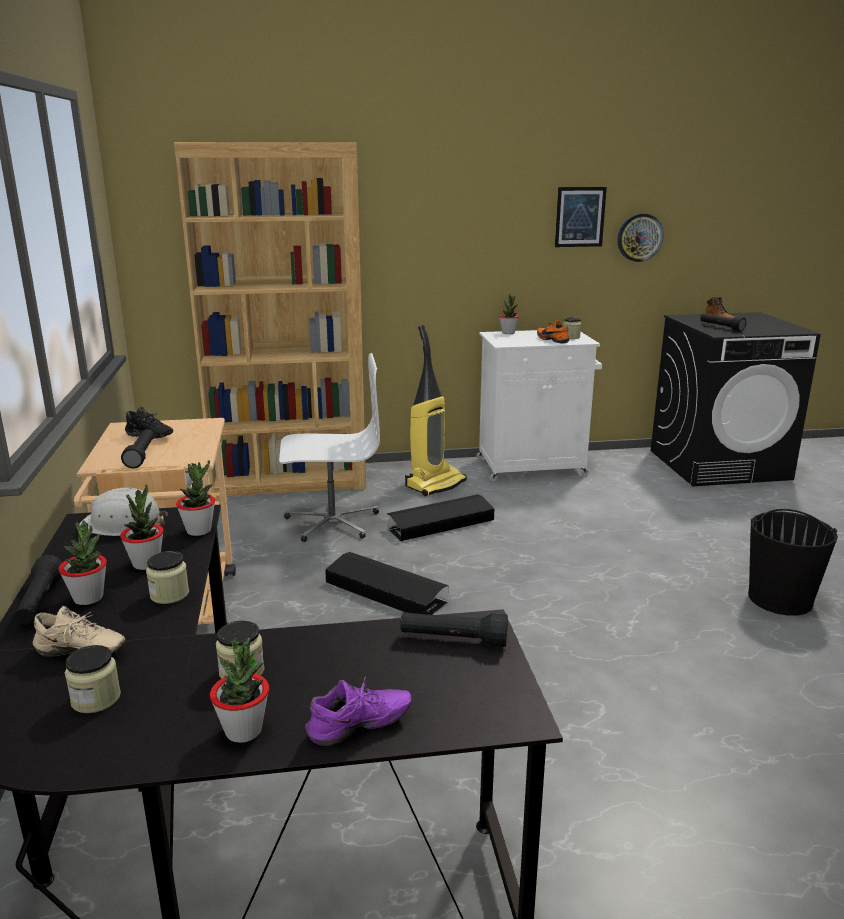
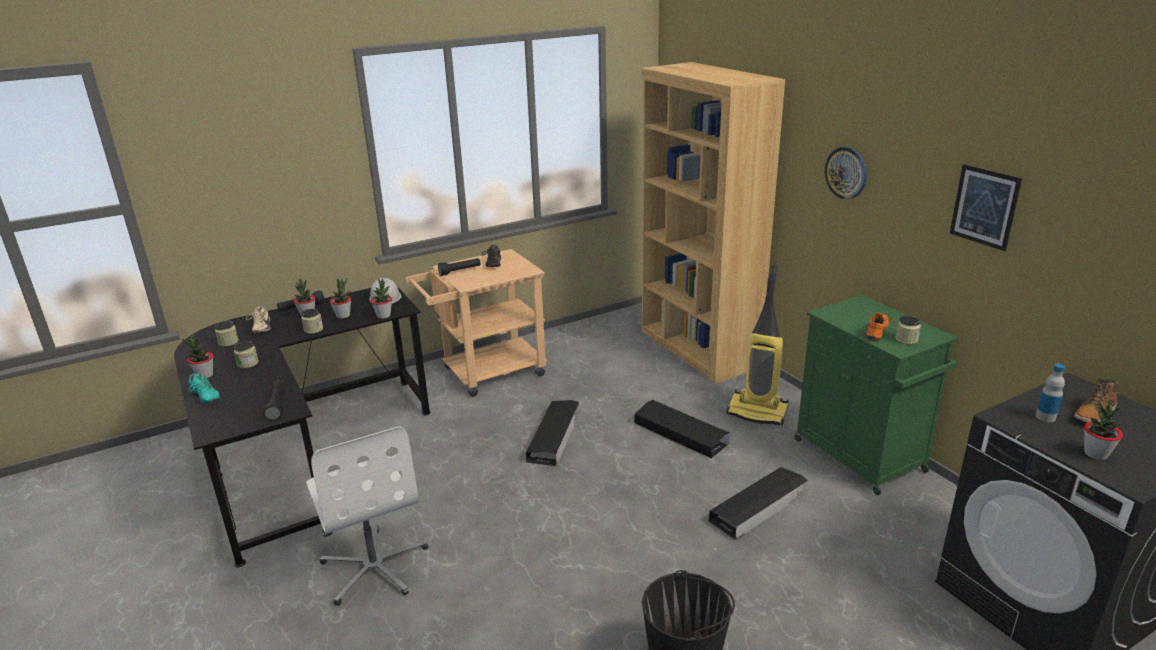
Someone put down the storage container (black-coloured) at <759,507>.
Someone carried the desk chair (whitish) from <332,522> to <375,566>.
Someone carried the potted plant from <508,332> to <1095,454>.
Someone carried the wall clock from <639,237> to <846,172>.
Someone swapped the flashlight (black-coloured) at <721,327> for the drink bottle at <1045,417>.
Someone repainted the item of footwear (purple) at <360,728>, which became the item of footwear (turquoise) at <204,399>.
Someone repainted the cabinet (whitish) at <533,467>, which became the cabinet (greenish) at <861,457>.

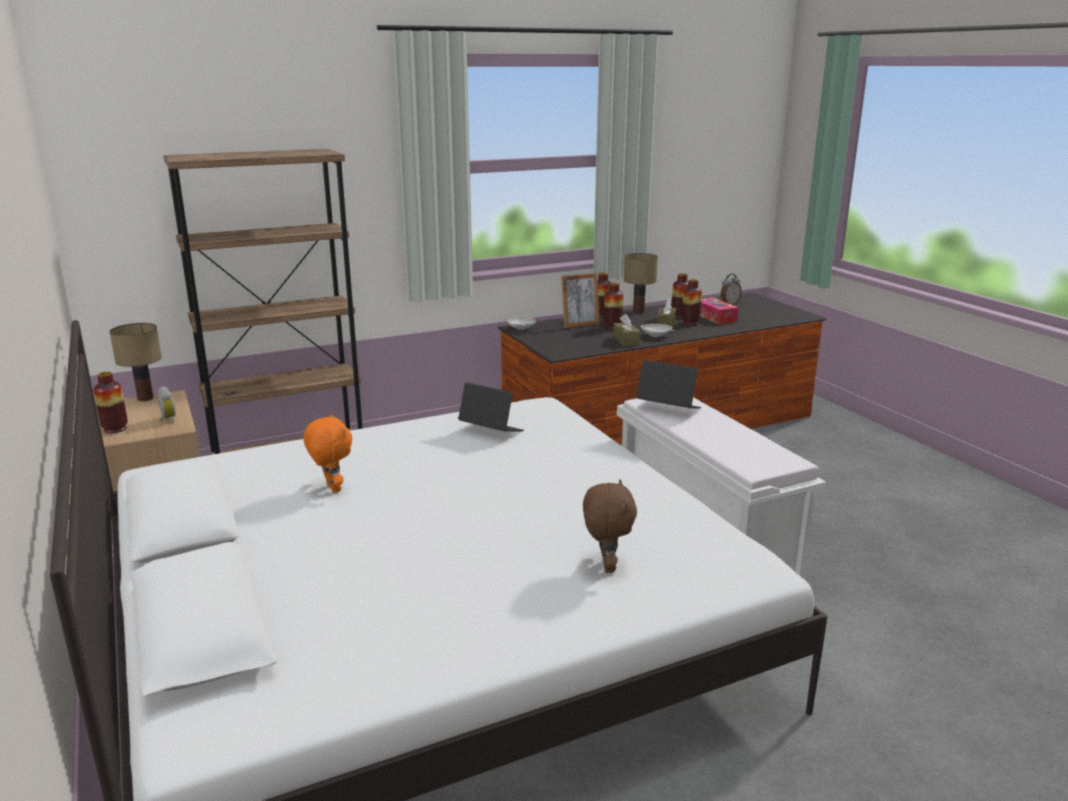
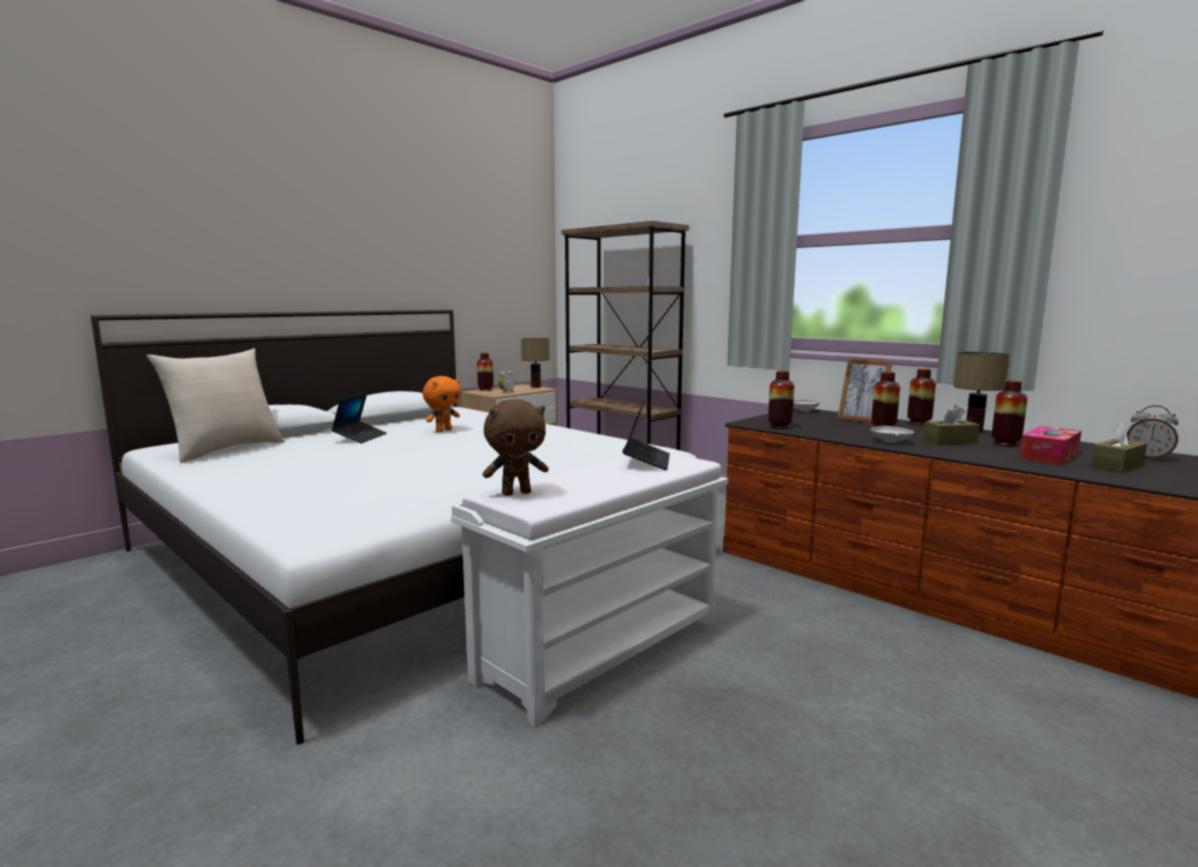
Someone put down the throw pillow (beige-coloured) at <225,450>.
Someone carried the laptop from <491,431> to <360,437>.
Someone carried the soft toy (brownish) from <606,566> to <516,493>.
Someone carried the tissue box (brownish) from <626,340> to <1117,465>.
Someone carried the vase from <690,323> to <779,426>.

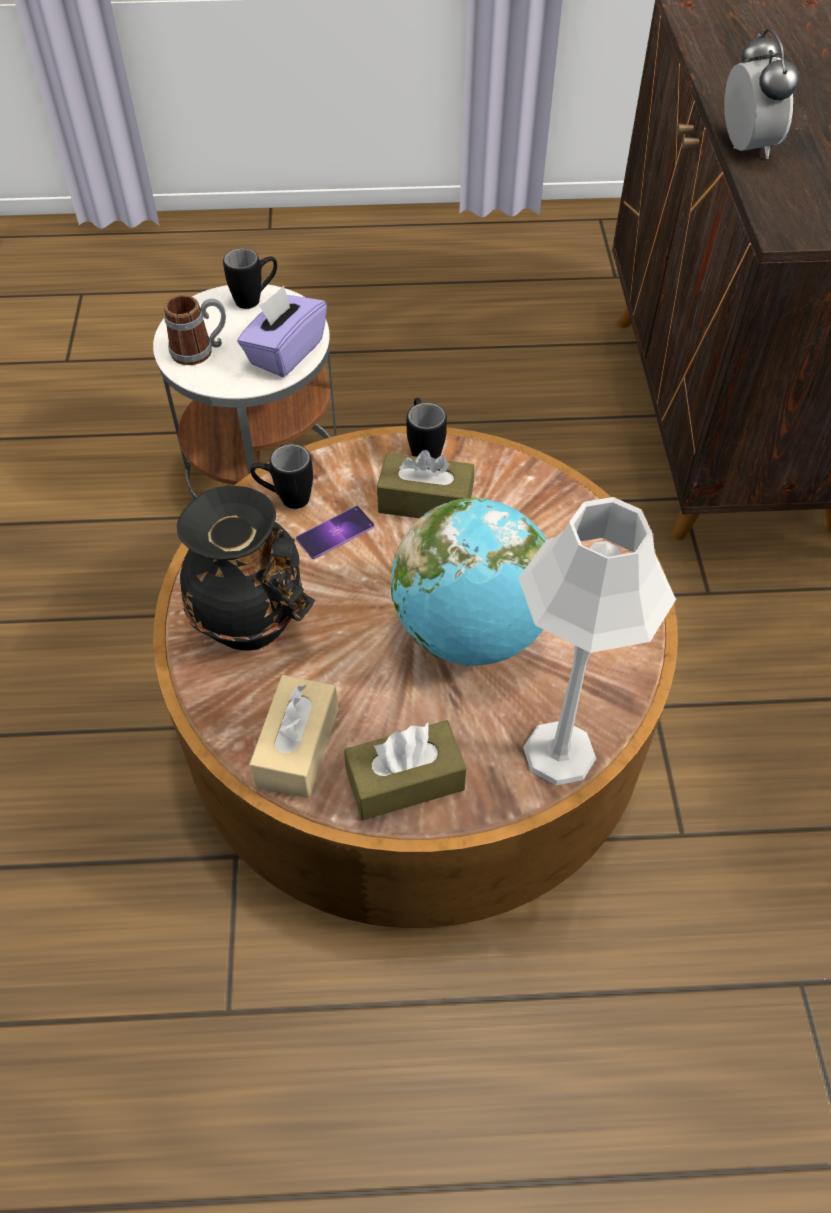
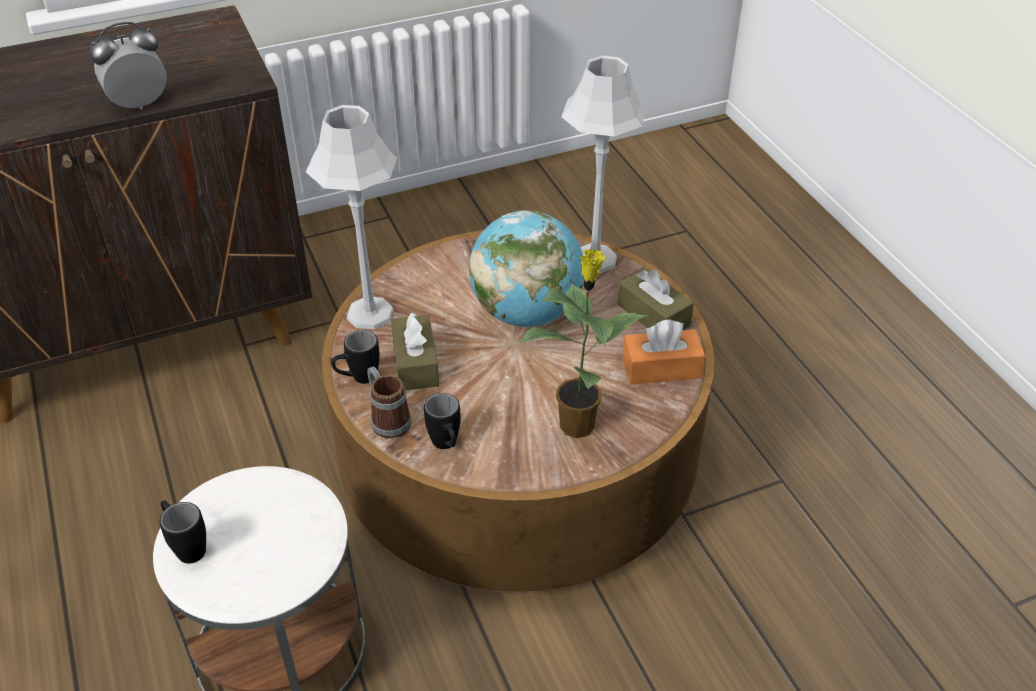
Someone took away the tissue box (purple) at <285,352>.
Someone took away the handset at <335,532>.
Someone put down the lamp for a table (greyish) at <370,313>.
Someone carried the coffee mug from <200,350> to <387,418>.
Someone swapped the vase (black-coloured) at <253,622> for the potted plant at <578,423>.
Someone repainted the tissue box (beige-coloured) at <297,747>, which became the tissue box (orange-coloured) at <661,368>.

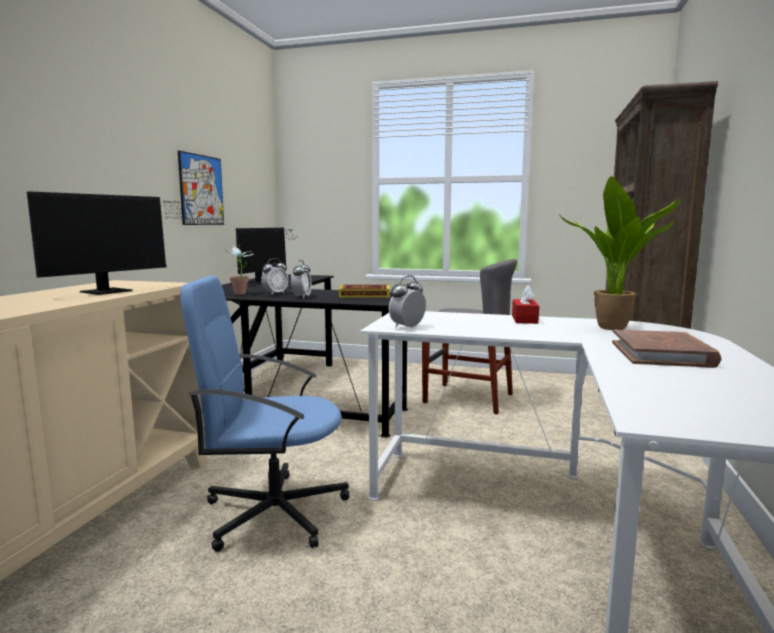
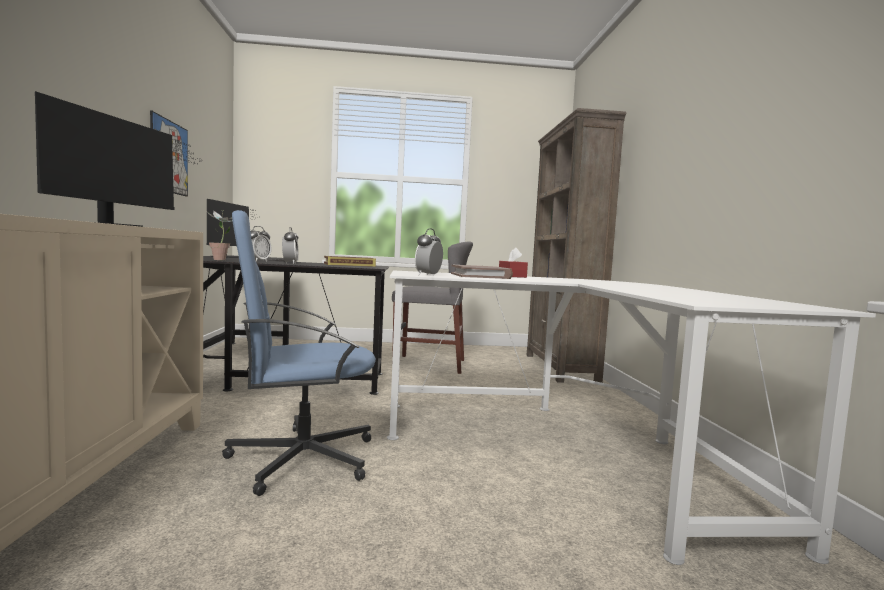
Someone took away the potted plant at <616,329>.
Someone carried the book (brownish) from <661,354> to <480,276>.

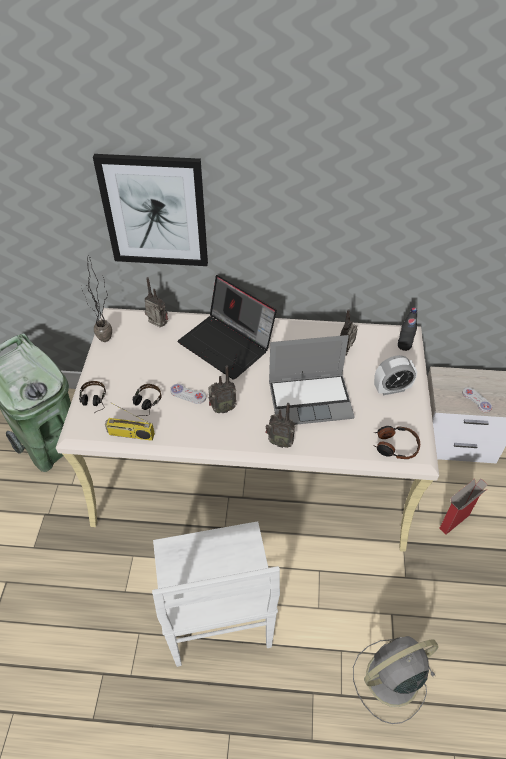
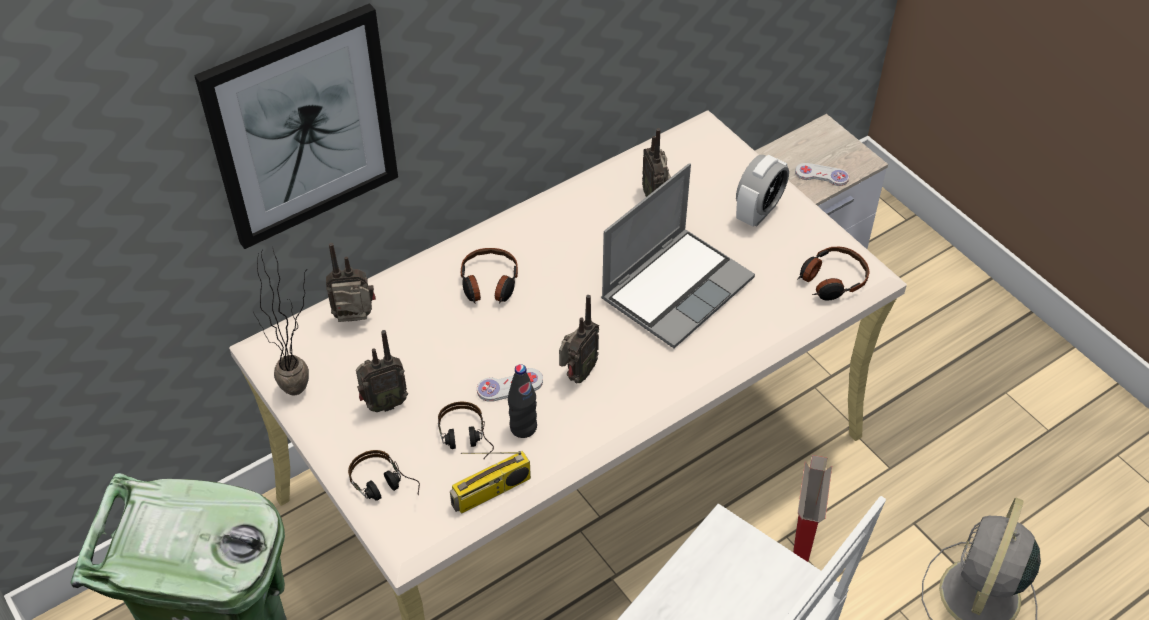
Someone carried the radio from <279,442> to <383,404>.
Someone carried the drink bottle (black-coloured) from <404,346> to <523,427>.
Someone carried the packing box from <454,521> to <802,541>.
Someone swapped the laptop at <228,344> for the headset at <489,284>.

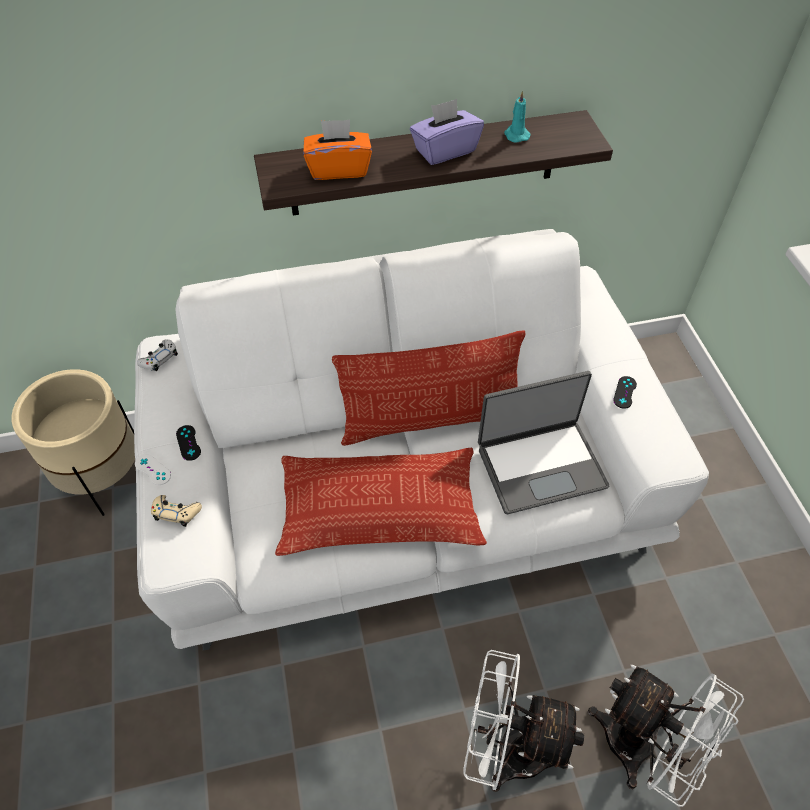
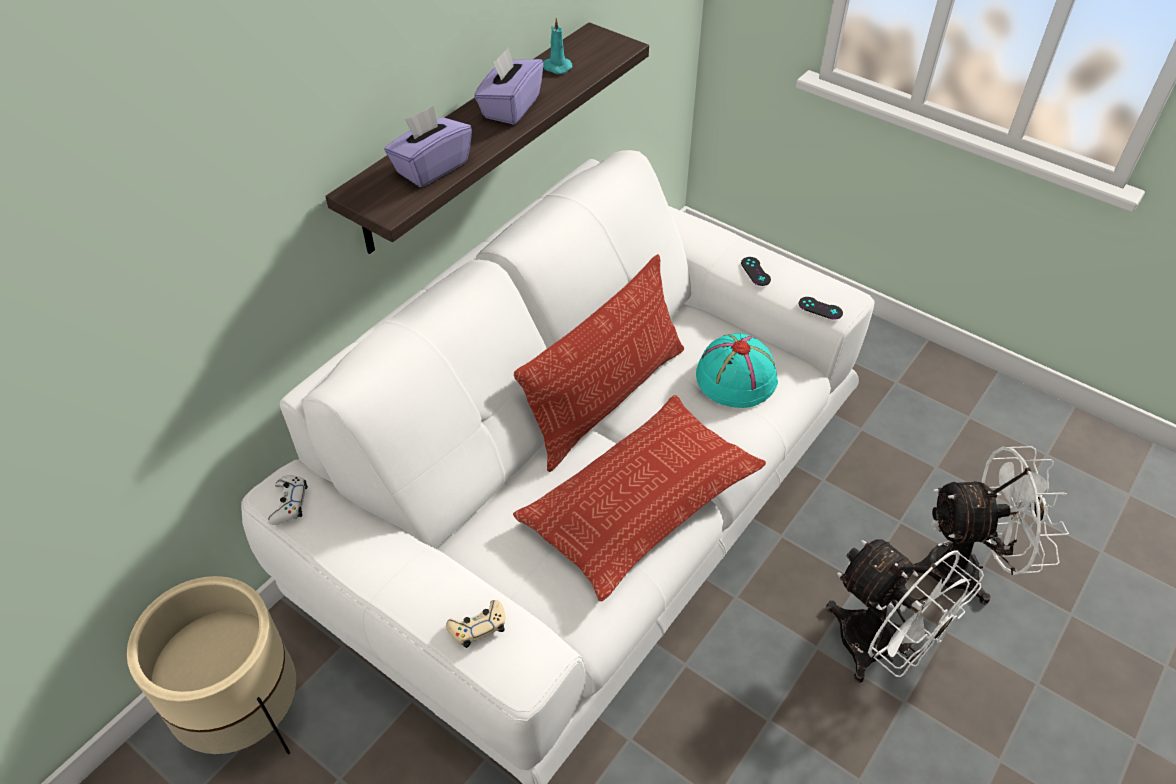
Someone took away the joypad (whitish) at <153,469>.
Someone carried the joypad (black-coloured) from <188,443> to <820,308>.
Someone swapped the laptop at <540,465> for the hat (turquoise) at <735,377>.
Someone repainted the tissue box (orange-coloured) at <339,169>, which became the tissue box (purple) at <431,167>.
Someone rotated the cooling fan (whitish) at <507,749> by 105 degrees counterclockwise.

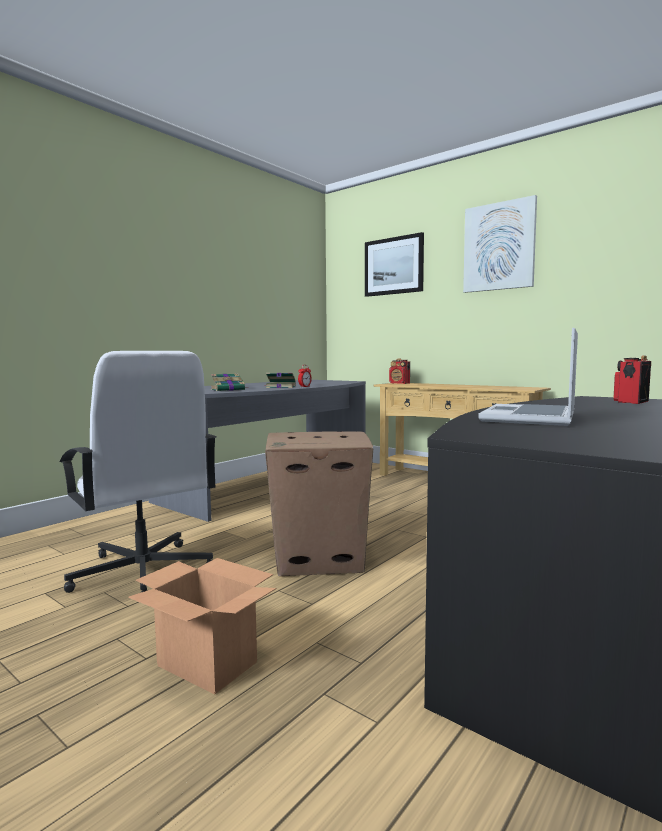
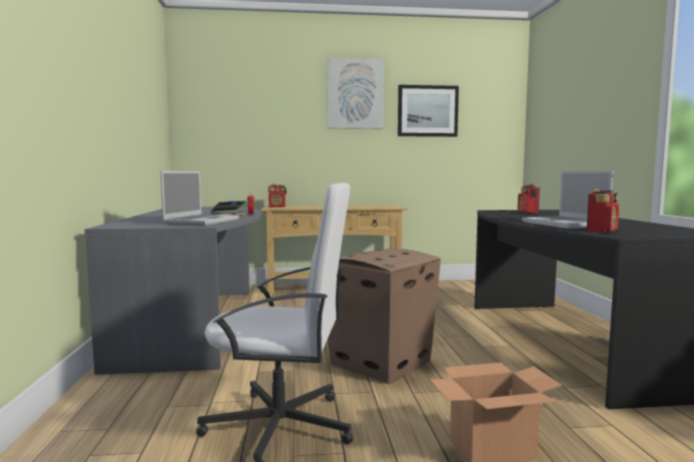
Someone put down the radio at <602,231>.
Someone carried the wall art from <394,266> to <427,111>.
Someone swapped the book at <228,389> for the laptop at <201,221>.

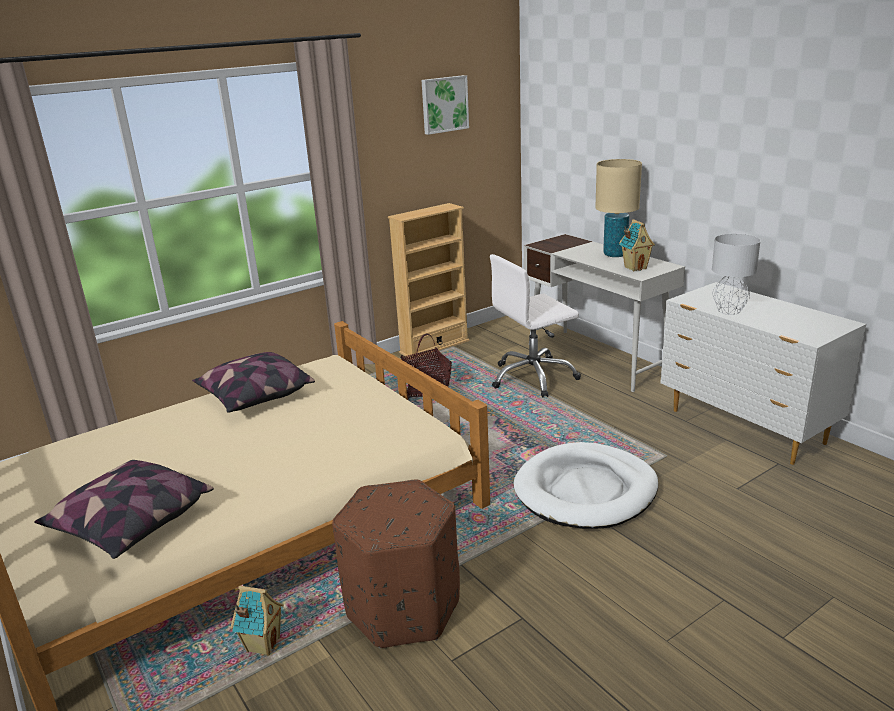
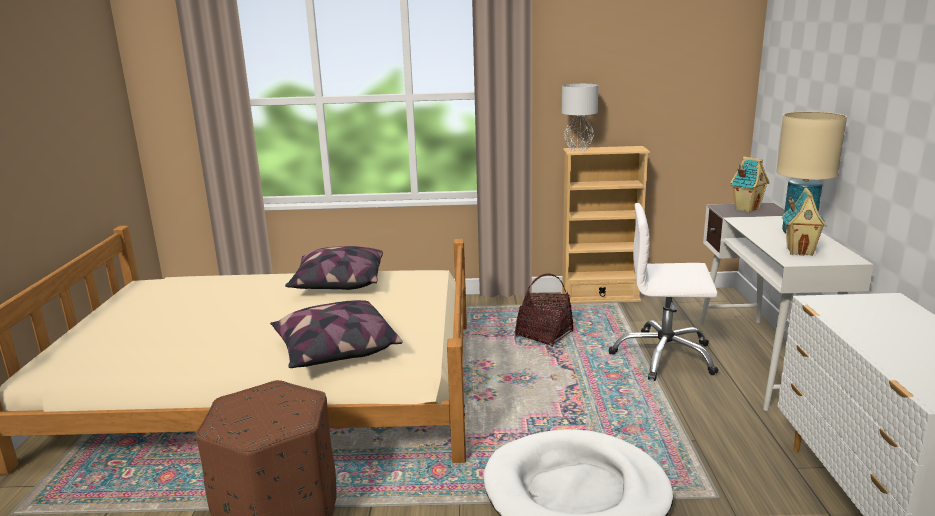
Someone took away the wall art at <444,104>.
Someone carried the throw pillow from <130,524> to <335,351>.
Someone carried the miniature house from <262,645> to <746,209>.
Someone carried the lamp for a table (greyish) from <728,310> to <578,149>.

